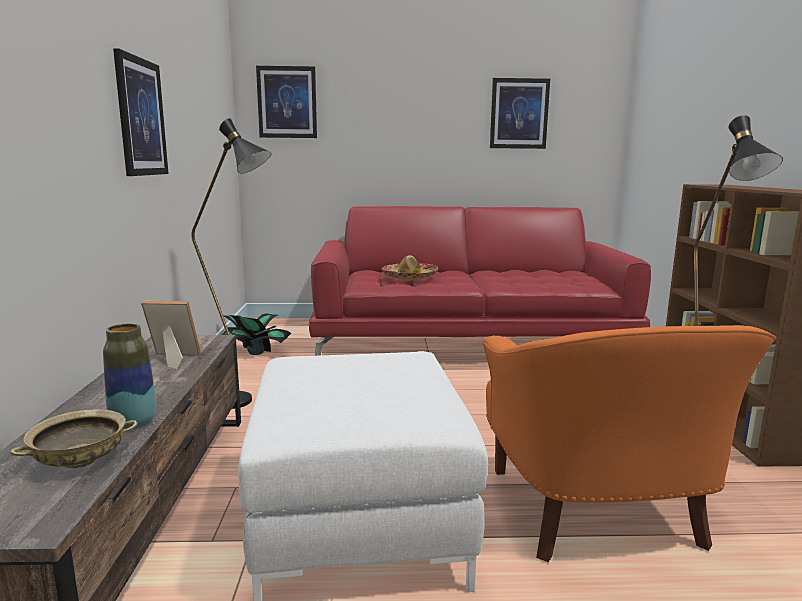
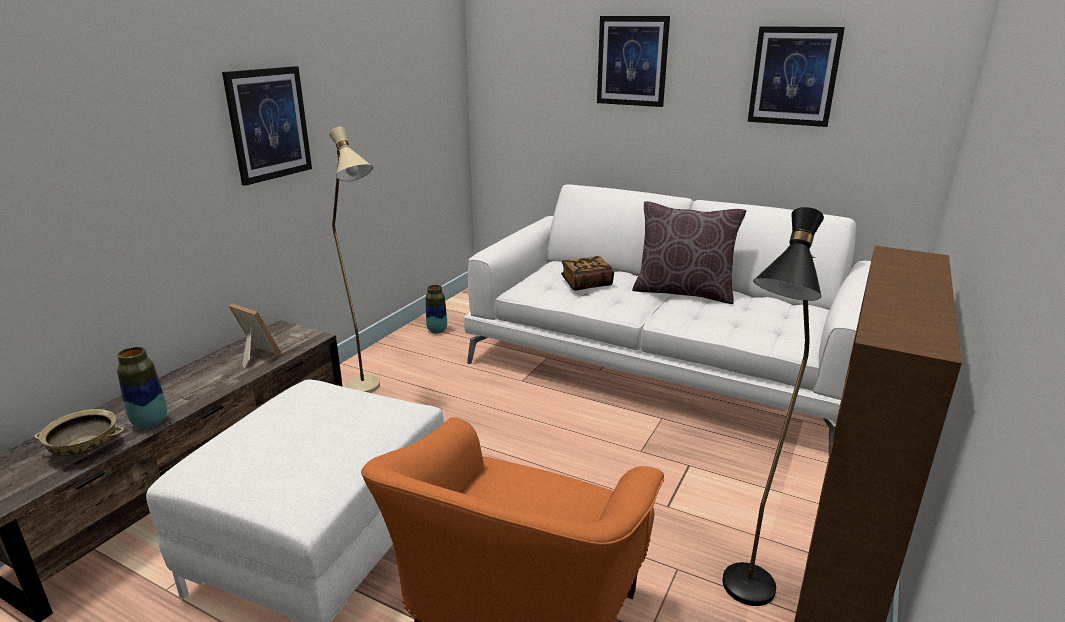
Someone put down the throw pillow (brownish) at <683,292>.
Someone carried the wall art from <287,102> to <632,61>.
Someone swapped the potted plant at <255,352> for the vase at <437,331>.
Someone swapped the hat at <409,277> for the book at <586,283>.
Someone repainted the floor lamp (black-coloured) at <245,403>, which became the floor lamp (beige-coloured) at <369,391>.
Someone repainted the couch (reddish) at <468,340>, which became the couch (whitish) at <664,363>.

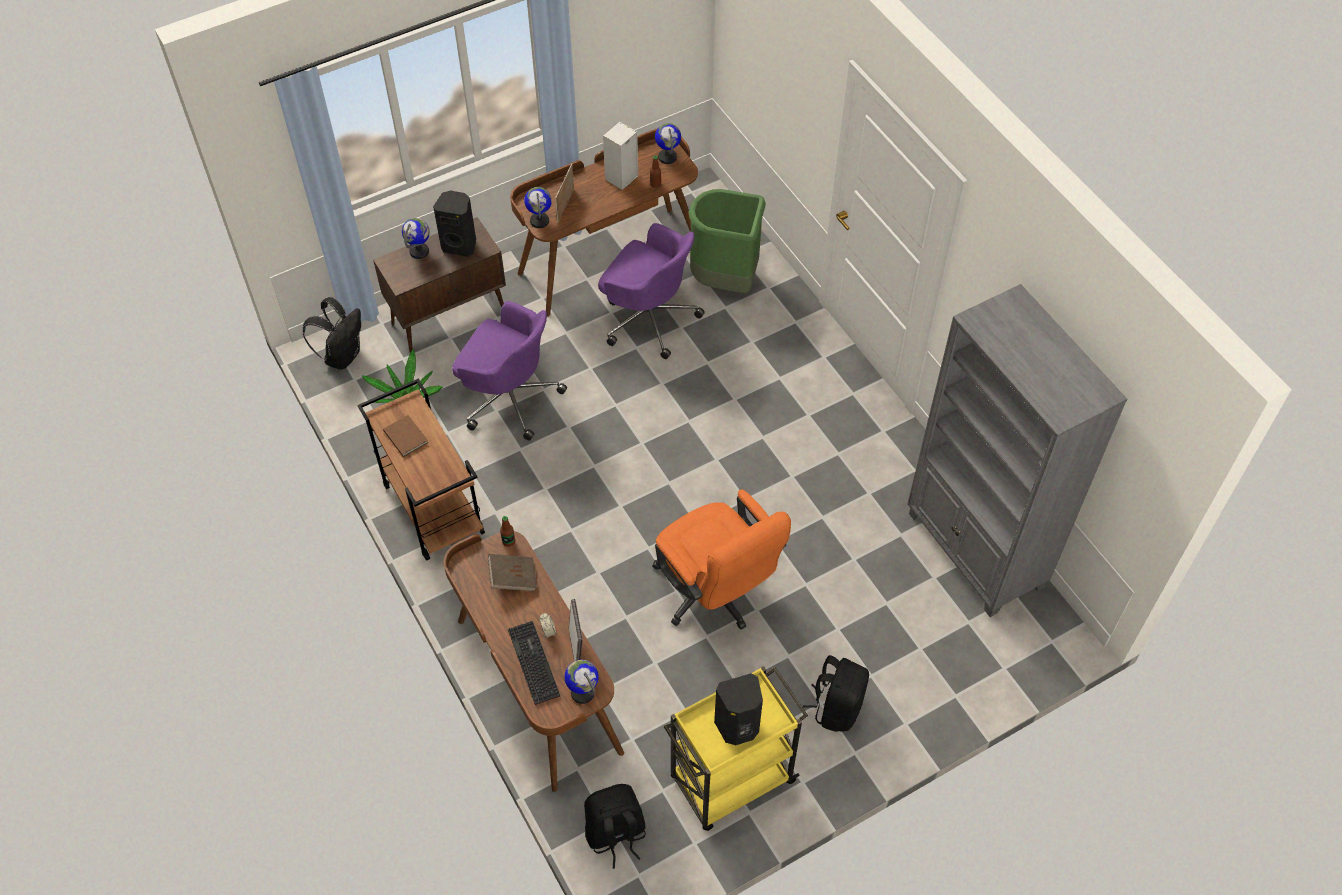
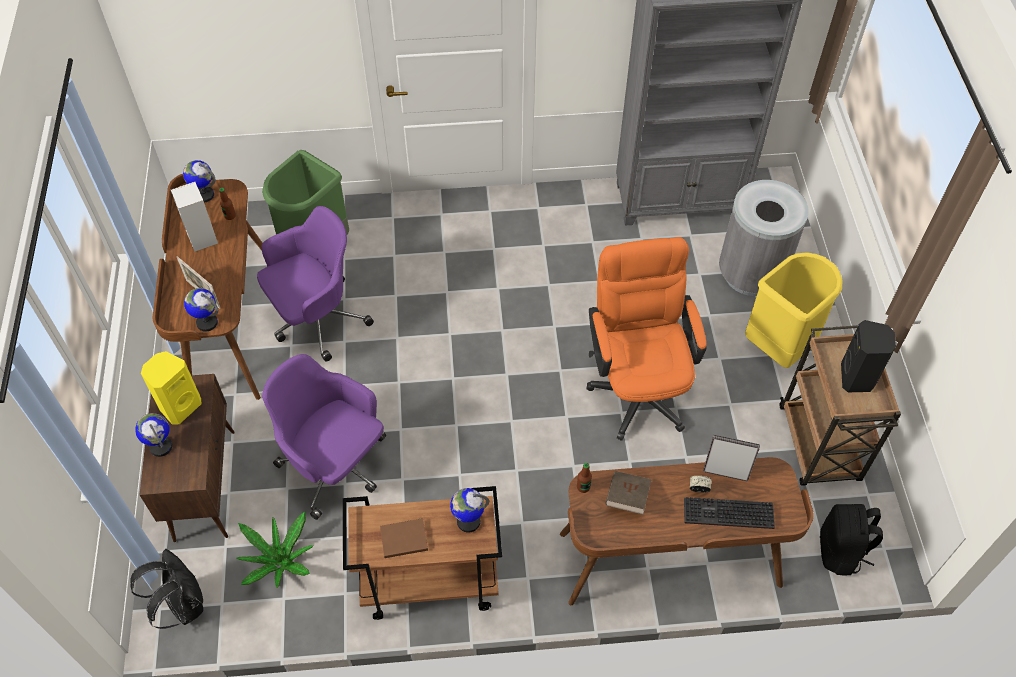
Someone put down the rubbish bin (greyish) at <751,274>.
Someone carried the world globe from <582,692> to <468,521>.
Someone swapped the knapsack (black-coloured) at <836,707> for the rubbish bin (yellow-coloured) at <779,345>.
Someone repainted the speaker (black-coloured) at <460,245>, which became the speaker (yellow-coloured) at <179,406>.
Someone repainted the wheeled cart (yellow-coloured) at <730,781>, which became the wheeled cart (brownish) at <819,445>.
Someone rotated the desk chair (purple) at <509,397> by 105 degrees counterclockwise.
Someone rotated the desk chair (orange-coloured) at <715,594> by 90 degrees counterclockwise.

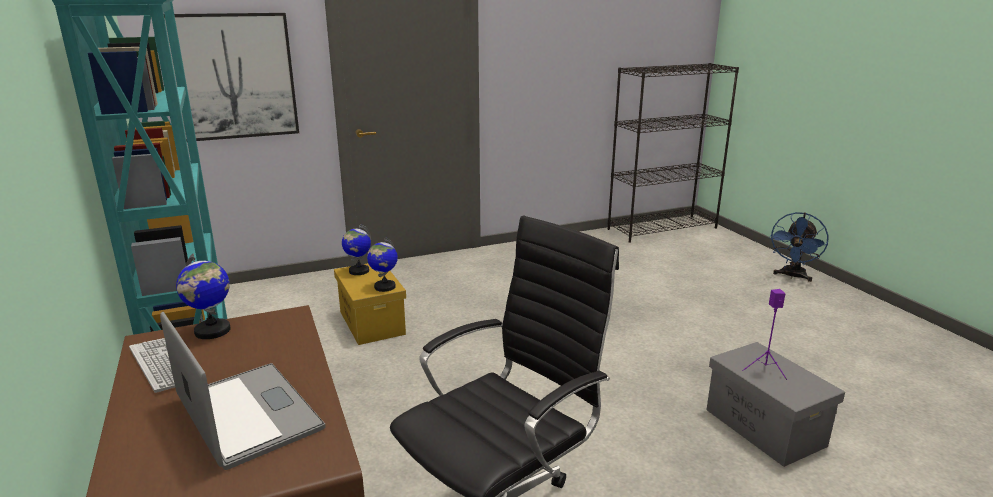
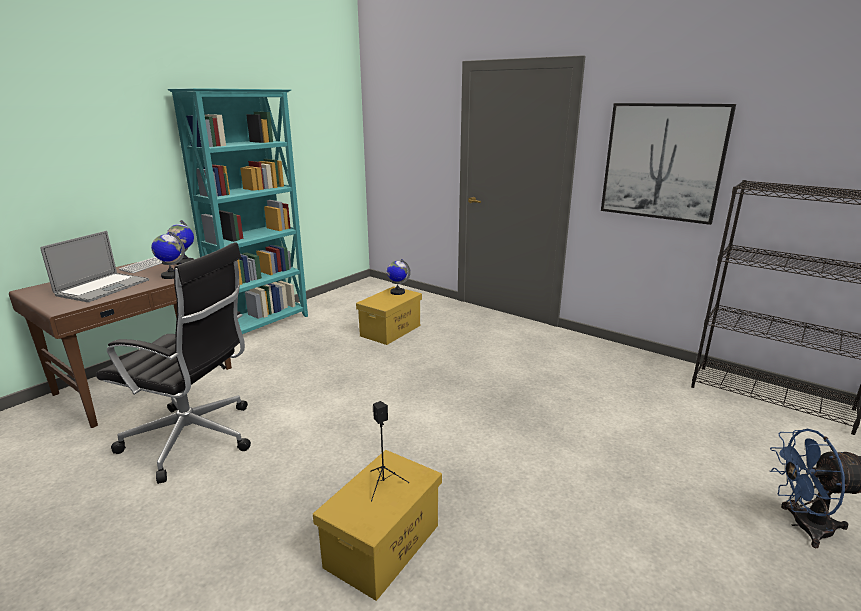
Someone carried the wall art from <229,77> to <662,162>.
Someone carried the world globe from <384,287> to <171,276>.
Someone repainted the storage container (greyish) at <763,427>, which became the storage container (yellow-coloured) at <383,544>.
Someone repainted the speaker (purple) at <764,369>, which became the speaker (black-coloured) at <384,484>.

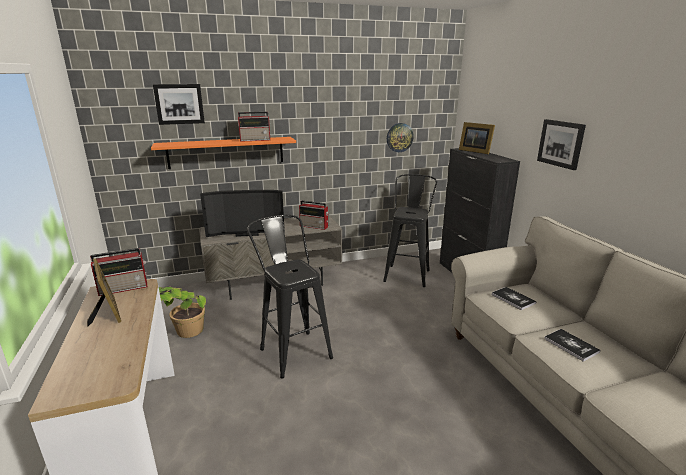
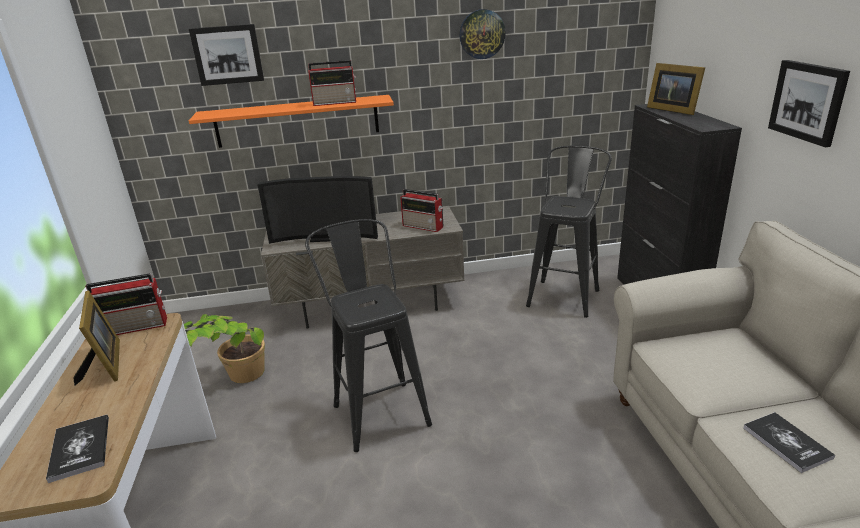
Someone carried the wall clock from <399,137> to <482,34>.
Someone carried the book from <513,299> to <80,448>.

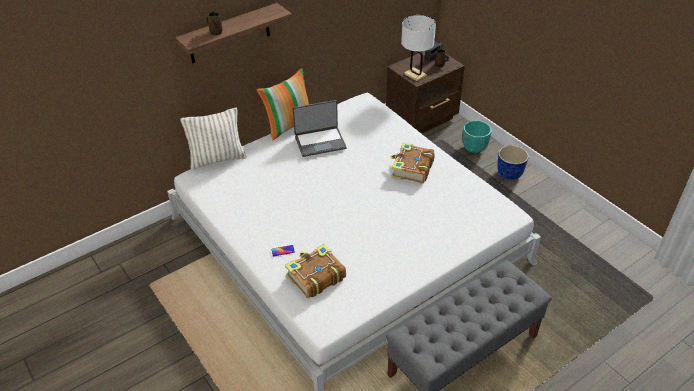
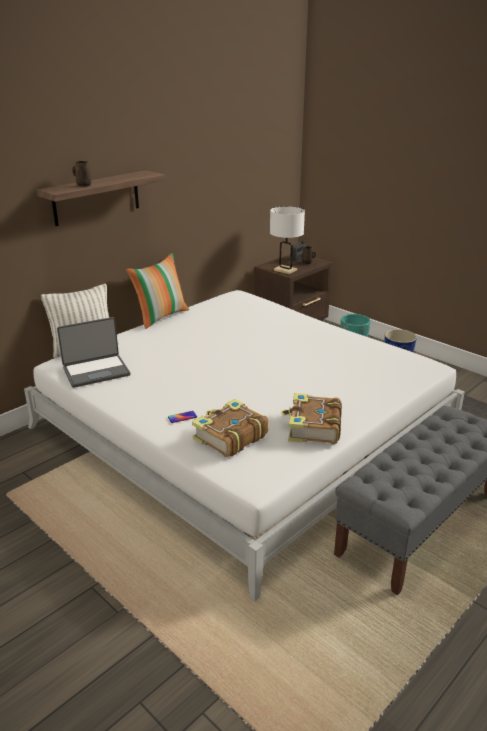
Someone carried the laptop from <320,142> to <96,371>.
Someone carried the book from <411,169> to <313,428>.

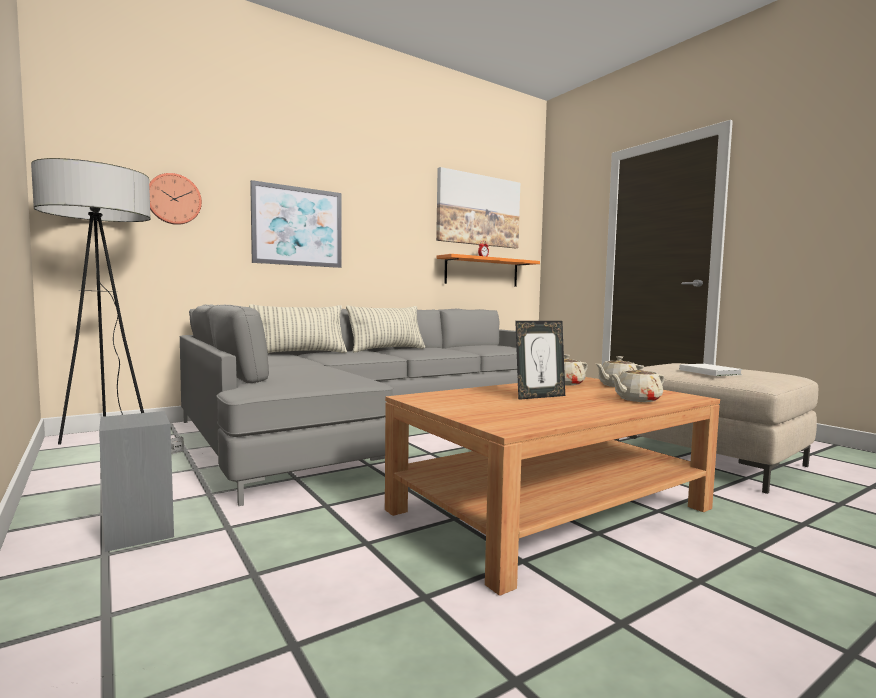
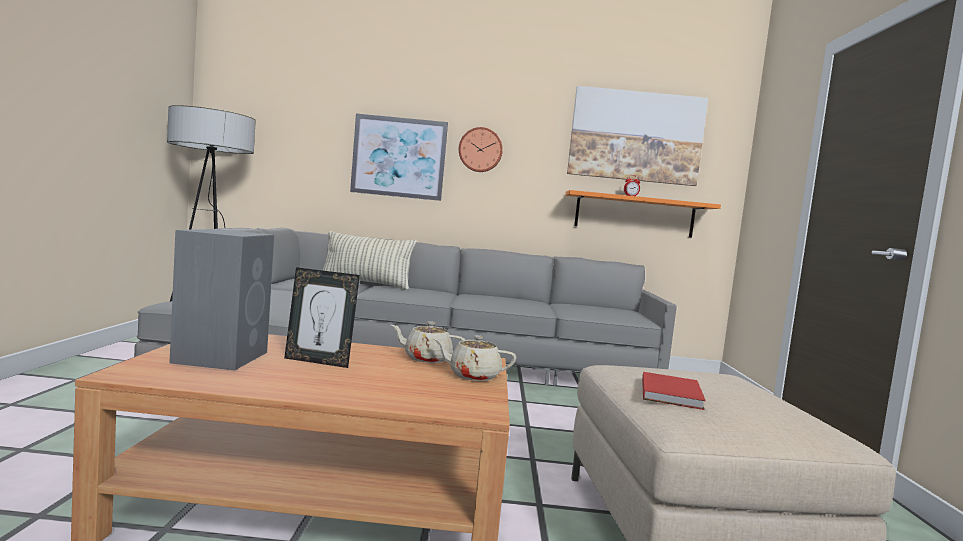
Someone took away the throw pillow at <387,350>.
Someone took away the tea pot (beige-coloured) at <636,399>.
Someone carried the speaker (greyish) from <138,530> to <222,357>.
Someone carried the wall clock from <174,199> to <480,150>.
Someone repainted the book (whitish) at <709,372>, which became the book (reddish) at <672,393>.

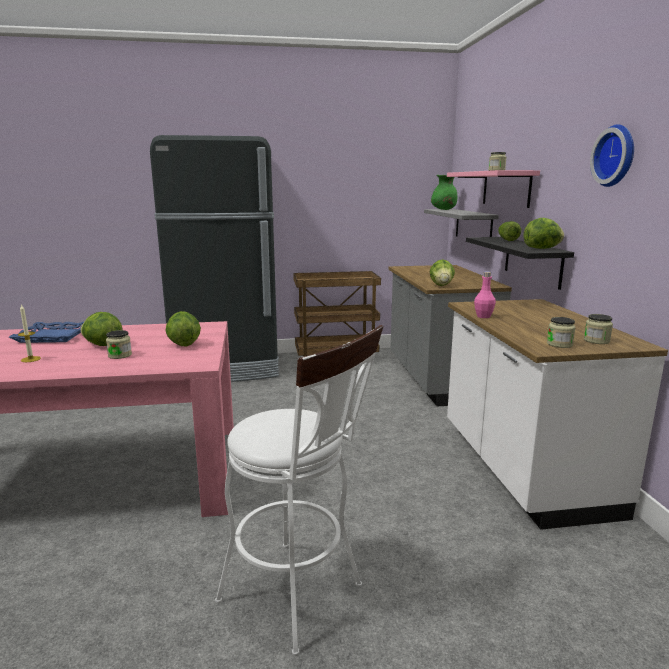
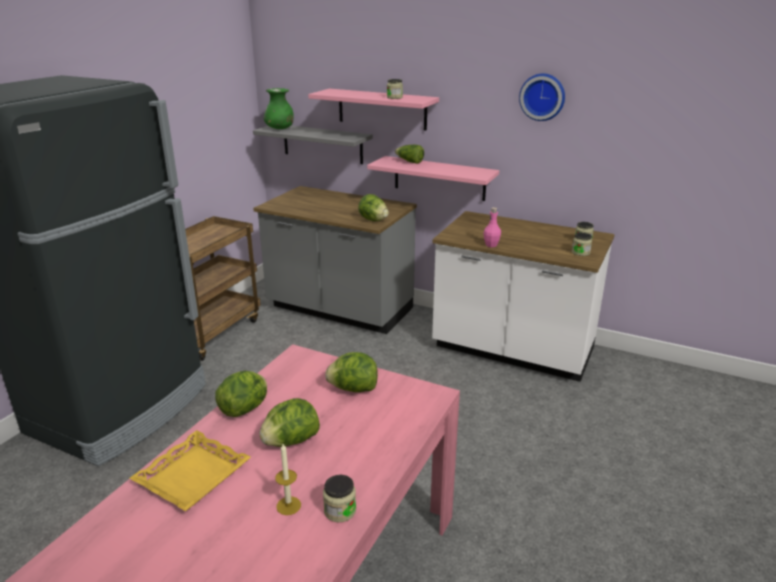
Someone took away the stool seat (whitish) at <300,598>.
Someone carried the preserve jar from <120,355> to <340,510>.
Someone carried the lettuce head from <542,248> to <245,409>.
Someone repainted the tray (bluish) at <53,336>, which became the tray (yellow-coloured) at <192,475>.
Someone repainted the wall shelf (black-coloured) at <532,261>, which became the wall shelf (pink) at <439,178>.

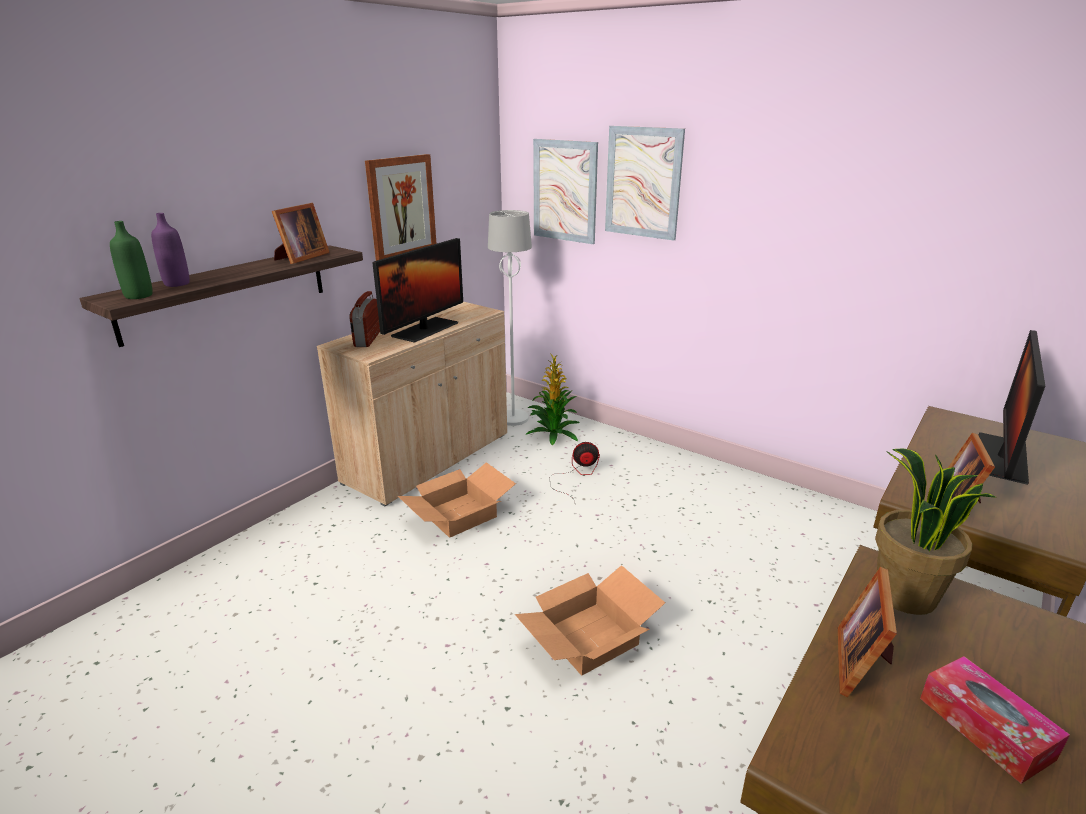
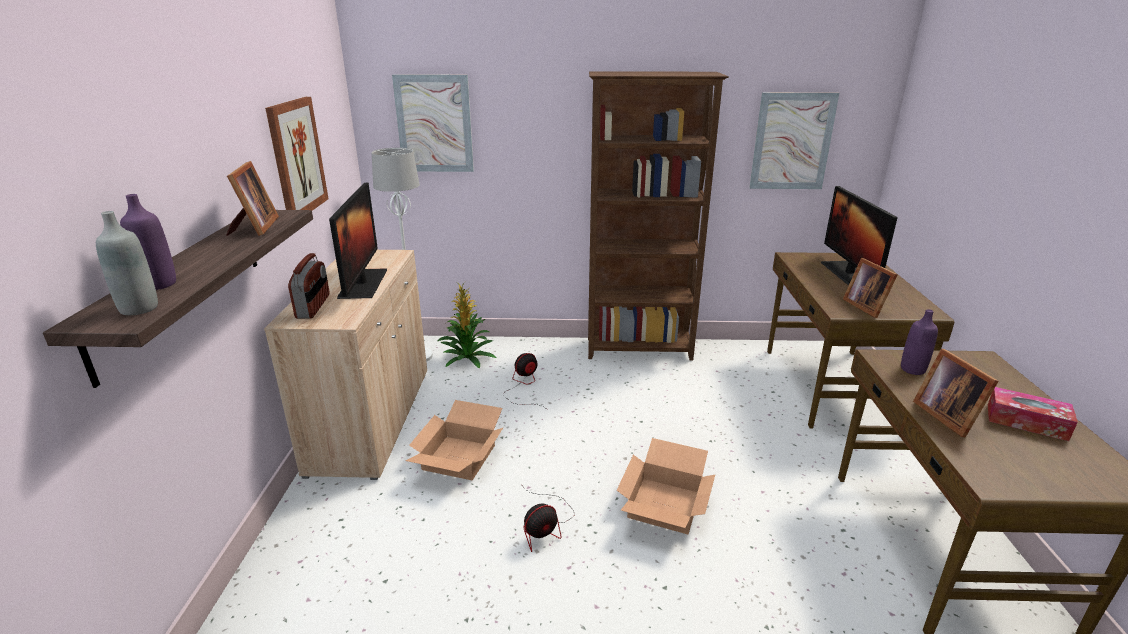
Someone put down the cooling fan at <545,526>.
Someone put down the bookshelf (brownish) at <640,350>.
Someone carried the wall art from <643,182> to <792,142>.
Someone swapped the potted plant at <904,596> for the drink bottle (purple) at <912,369>.
Someone repainted the drink bottle (greenish) at <139,296>, which became the drink bottle (greyish) at <139,308>.
Someone rotated the radio at <367,338> by 150 degrees counterclockwise.

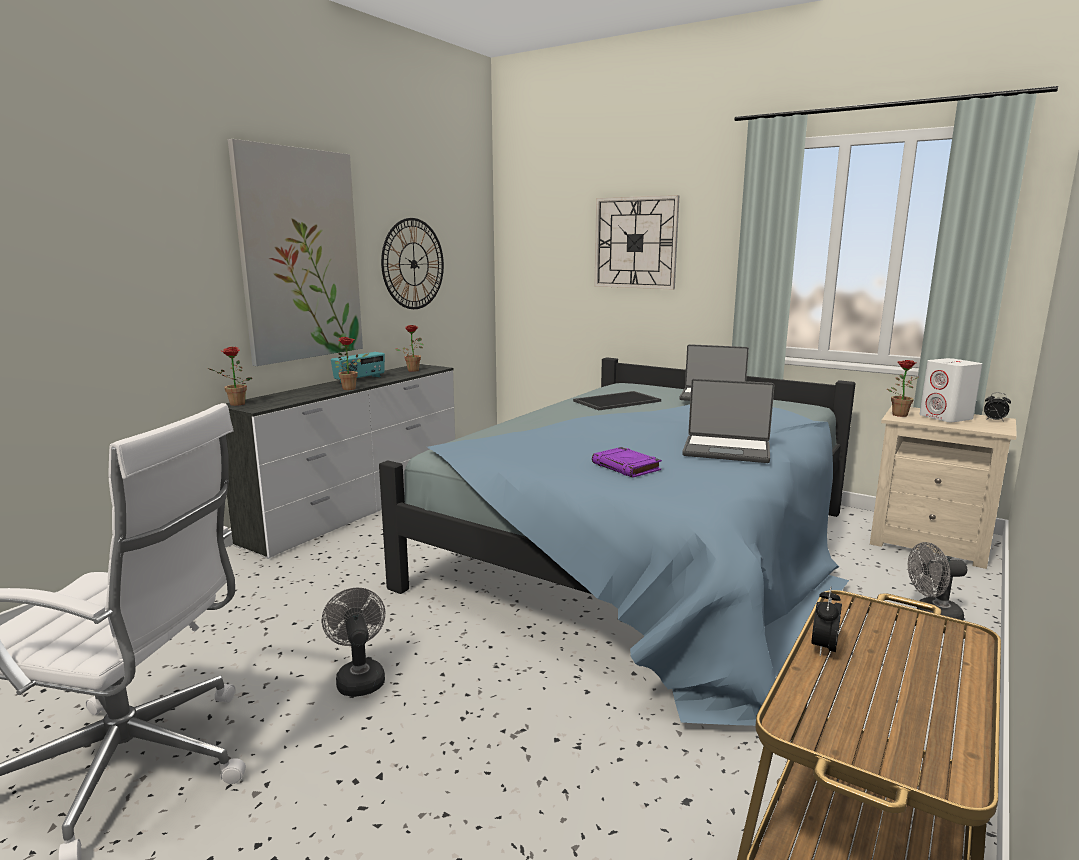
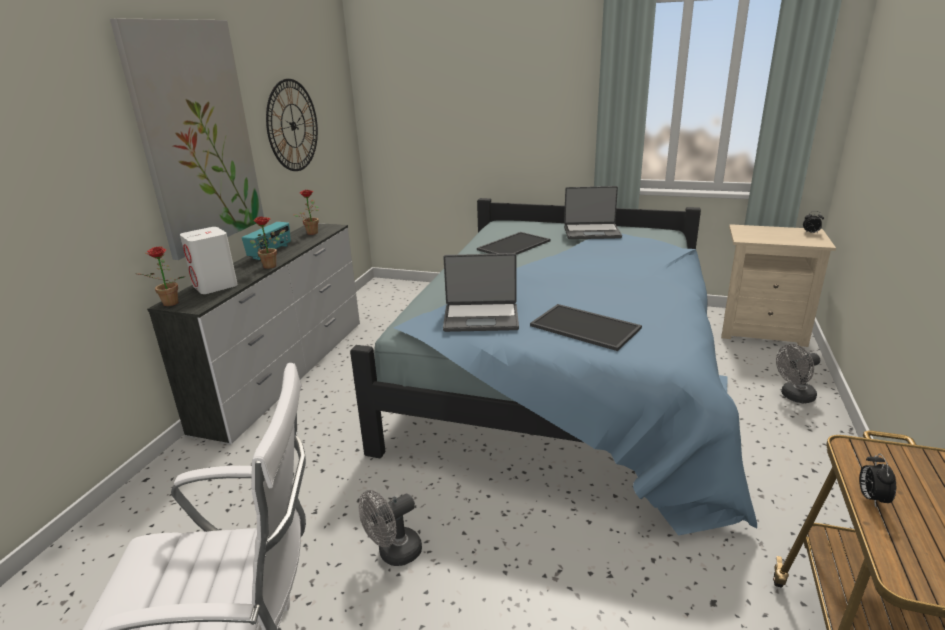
Someone took away the wall clock at <635,243>.
Someone took away the potted plant at <898,414>.
Someone carried the laptop from <726,450> to <481,318>.
Someone carried the speaker (whitish) from <946,417> to <215,286>.
Someone swapped the book (purple) at <627,467> for the tray at <586,326>.
Someone rotated the cooling fan (greyish) at <359,678> by 90 degrees counterclockwise.

